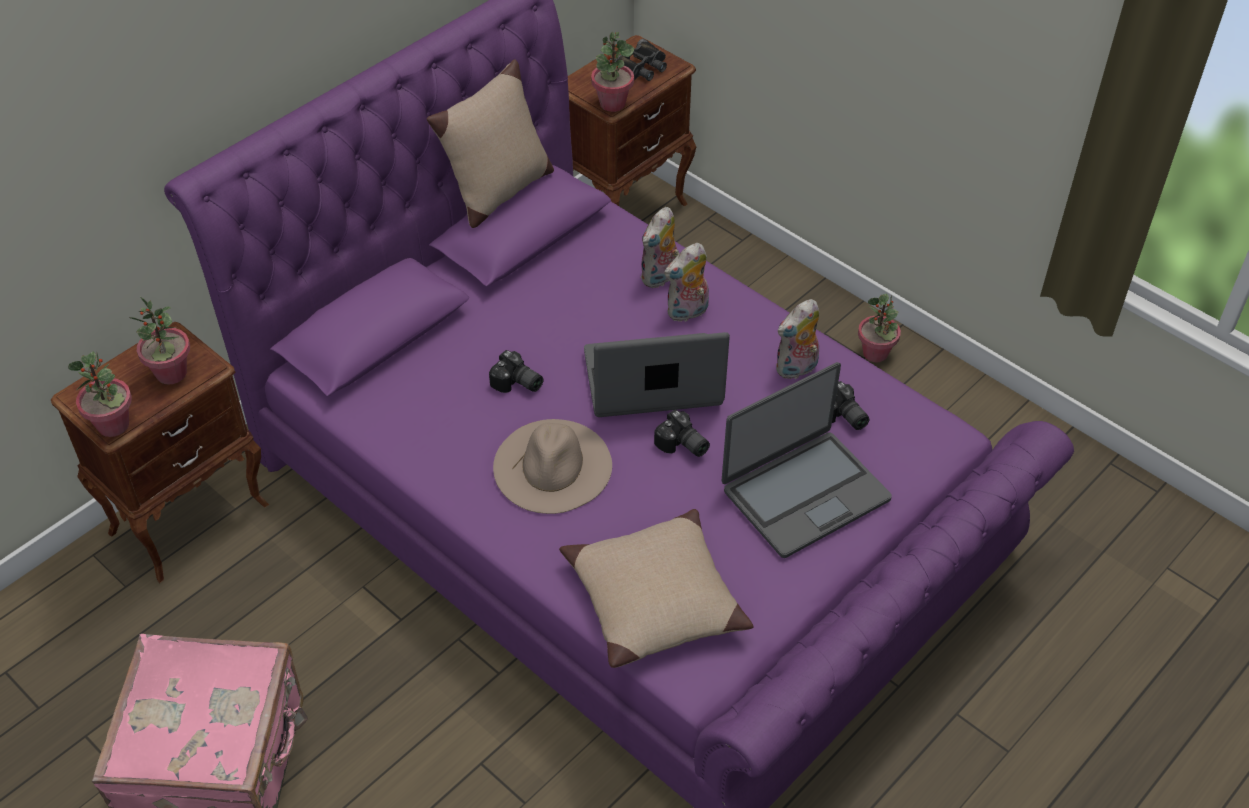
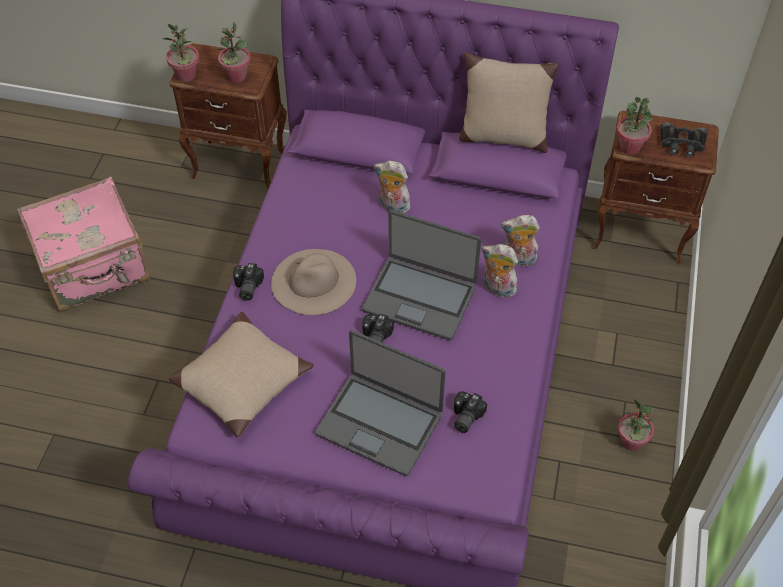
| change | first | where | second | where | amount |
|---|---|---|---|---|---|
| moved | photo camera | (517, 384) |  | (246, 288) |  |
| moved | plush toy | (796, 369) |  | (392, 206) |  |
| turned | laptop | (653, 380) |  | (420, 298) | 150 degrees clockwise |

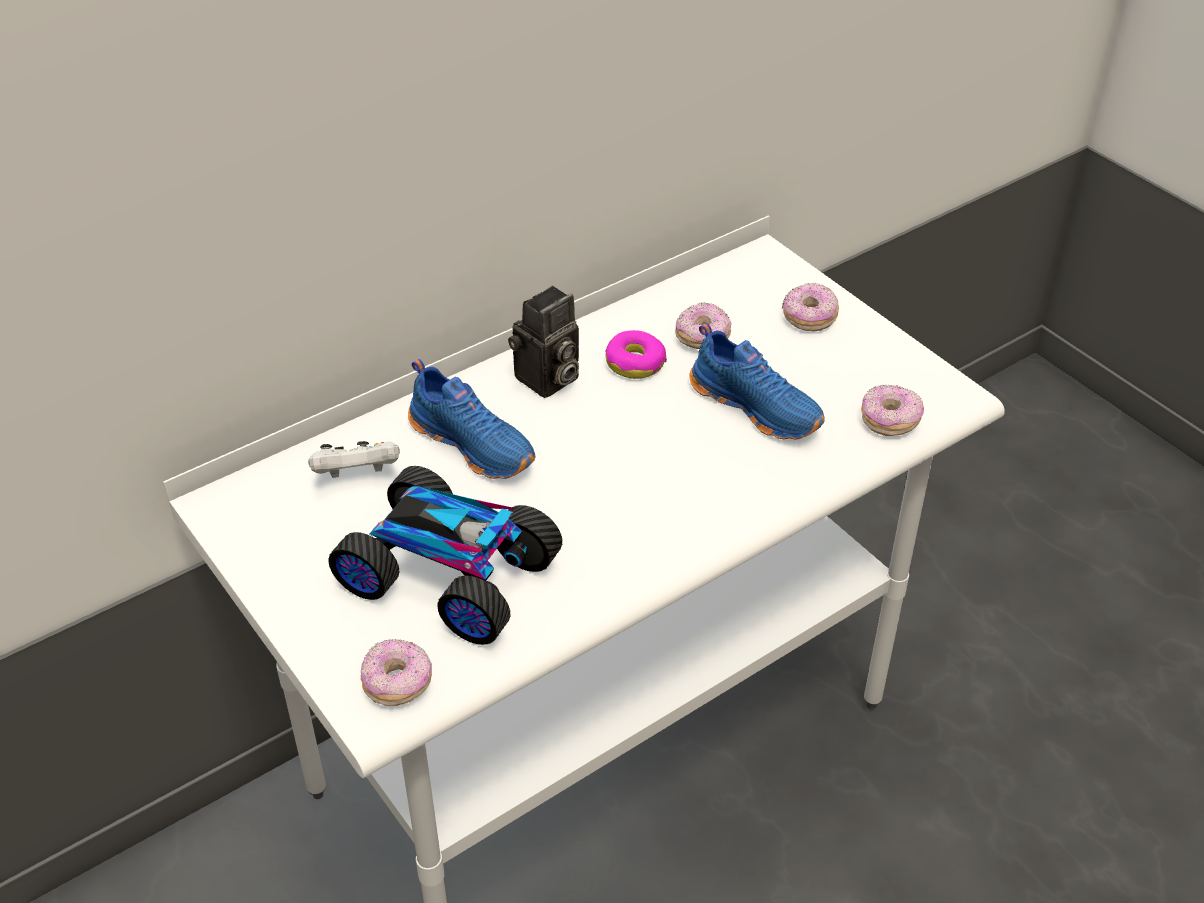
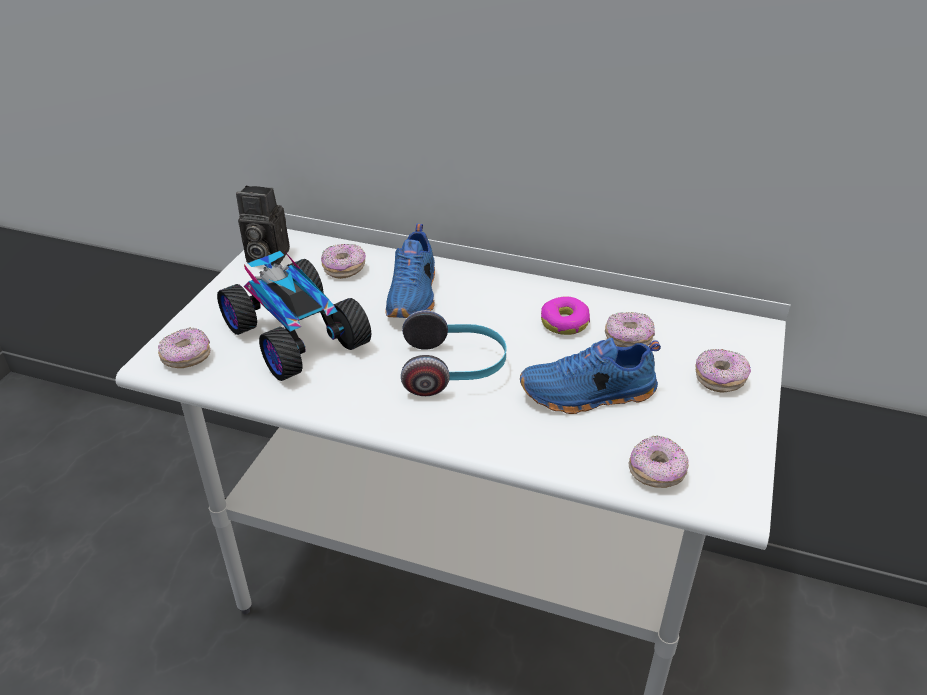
| change | first | where | second | where | amount |
|---|---|---|---|---|---|
| added |  |  | headphones | (454, 370) |  |
| moved | photo camera | (547, 381) |  | (264, 256) |  |
| replaced | white game controller | (357, 475) | donut | (344, 269) |  |
| turned | toy car | (450, 572) |  | (293, 336) | 150 degrees clockwise |
| turned | blue shoe | (757, 406) |  | (588, 395) | 75 degrees clockwise |

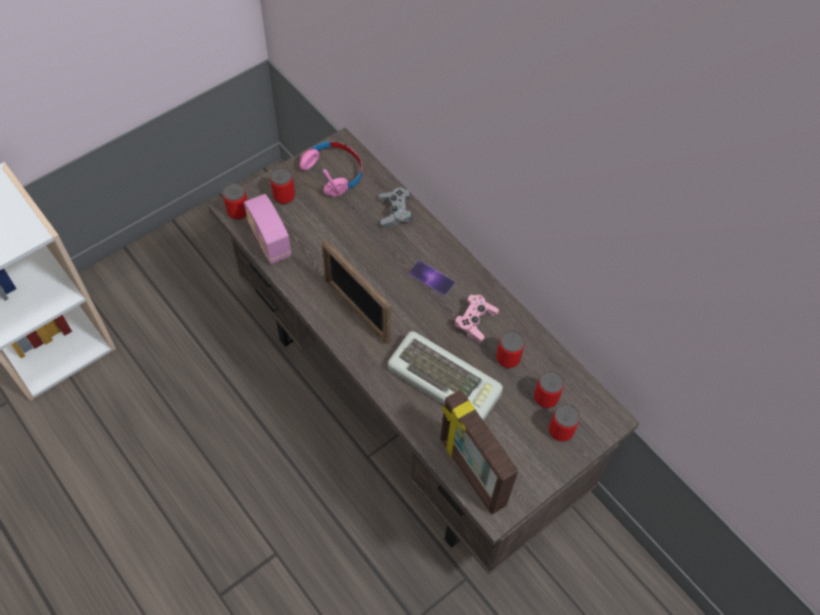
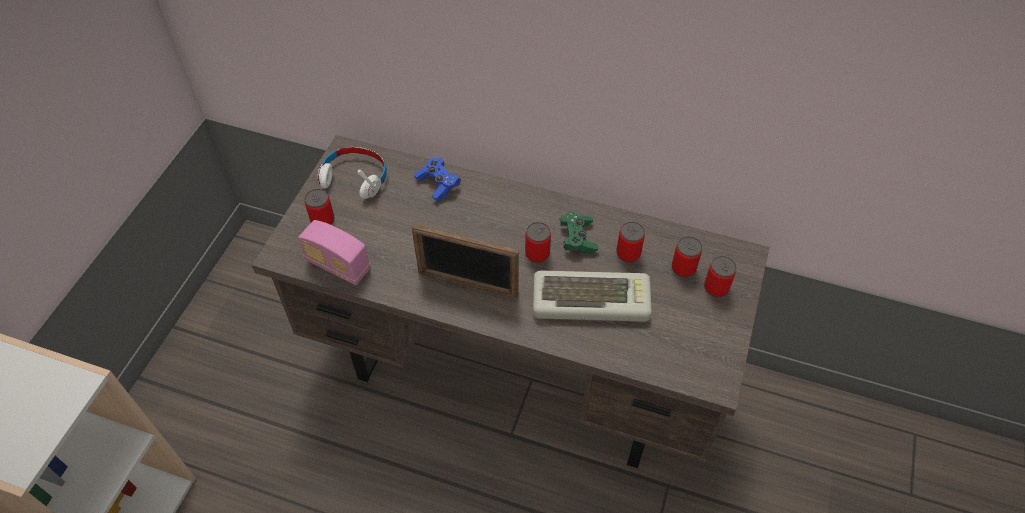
| change | first | where | second | where | amount |
|---|---|---|---|---|---|
| removed | phone | (431, 278) |  |  |  |
| removed | picture frame | (471, 472) |  |  |  |
| moved | can | (238, 212) |  | (537, 254) |  |
| recoloured | pink headphones | (333, 173) | white headphones | (355, 178) |  |
| recoloured | grey game controller | (395, 213) | blue game controller | (438, 184) |  |
| recoloured | pink game controller | (475, 322) | green game controller | (577, 238) |  |

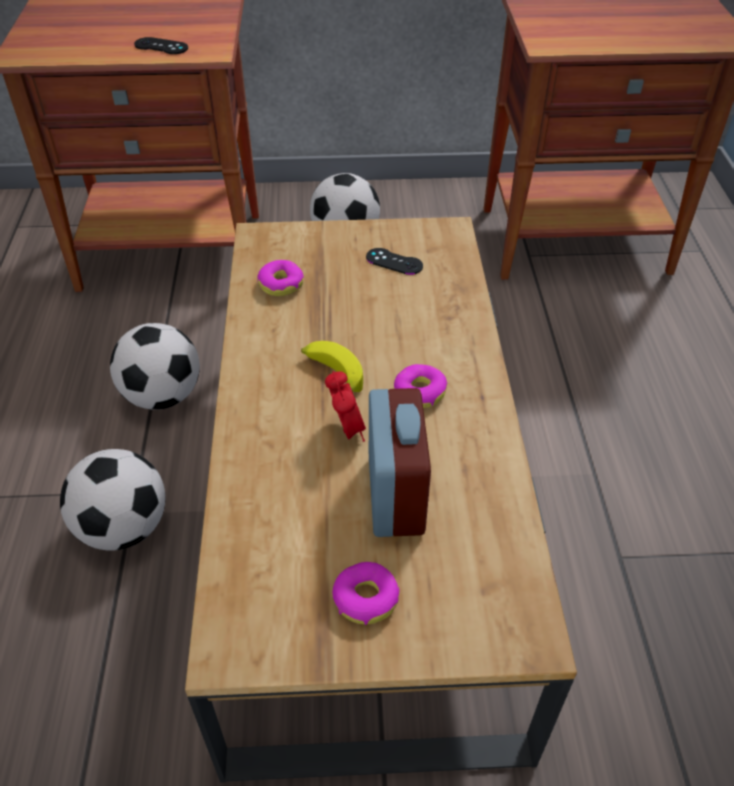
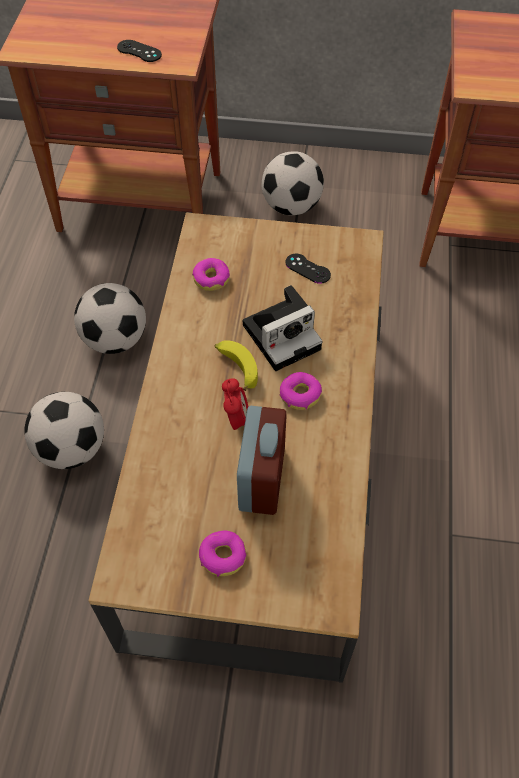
| change | first | where | second | where | amount |
|---|---|---|---|---|---|
| added |  |  | photo camera | (283, 335) |  |

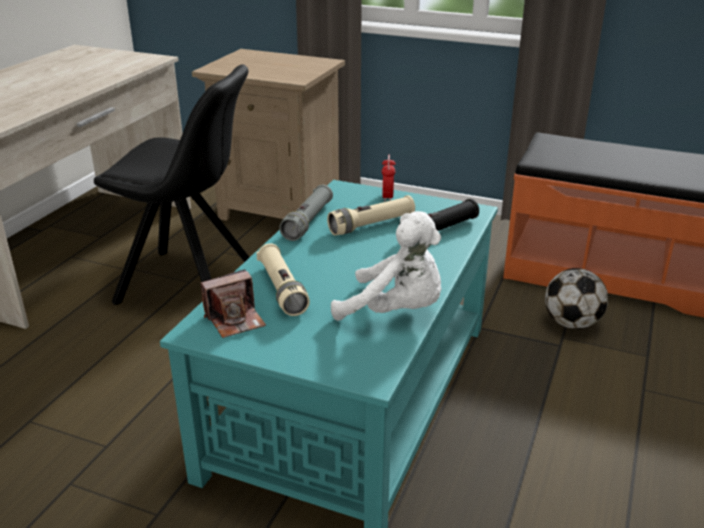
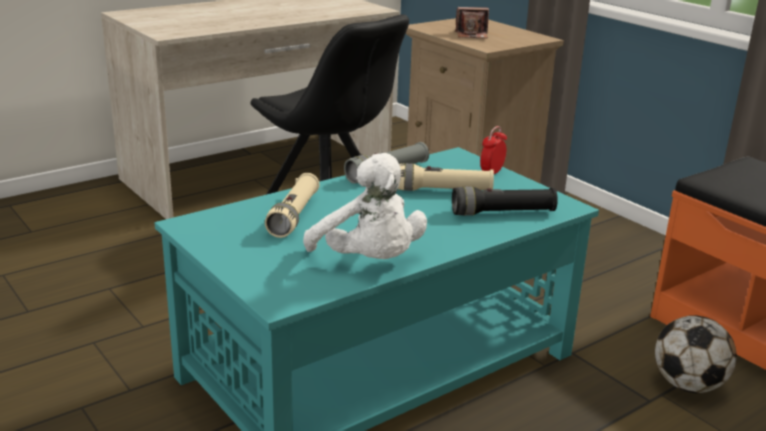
| change | first | where | second | where | amount |
|---|---|---|---|---|---|
| moved | photo camera | (235, 320) |  | (472, 35) |  |

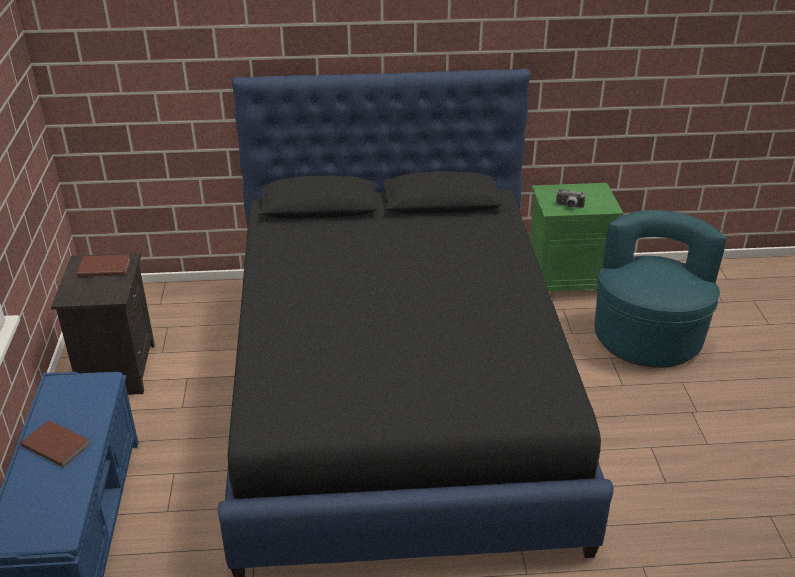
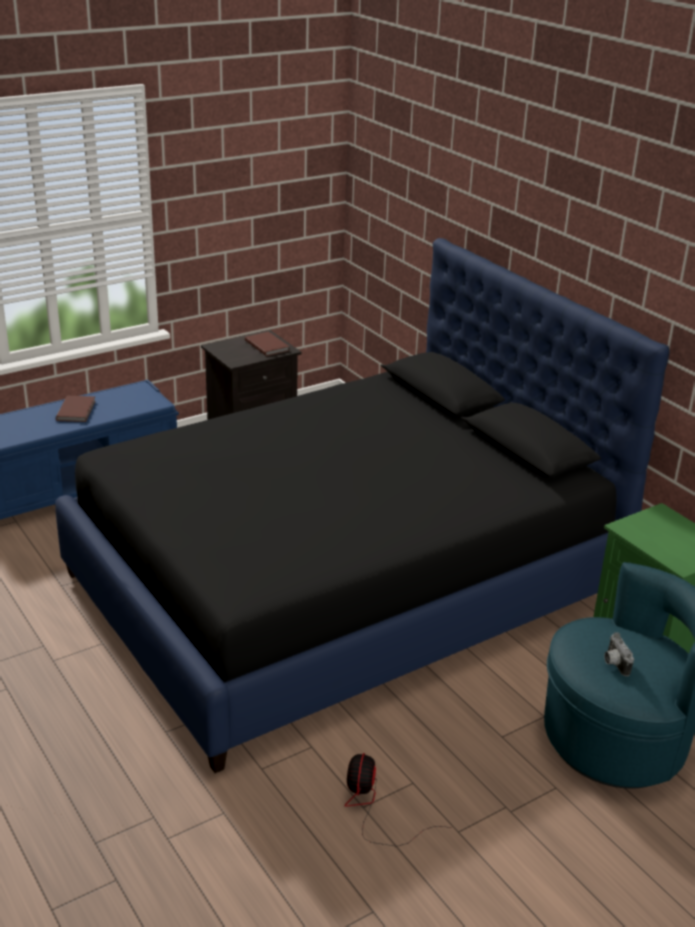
| change | first | where | second | where | amount |
|---|---|---|---|---|---|
| added |  |  | fan | (373, 808) |  |
| moved | photo camera | (569, 206) |  | (614, 663) |  |

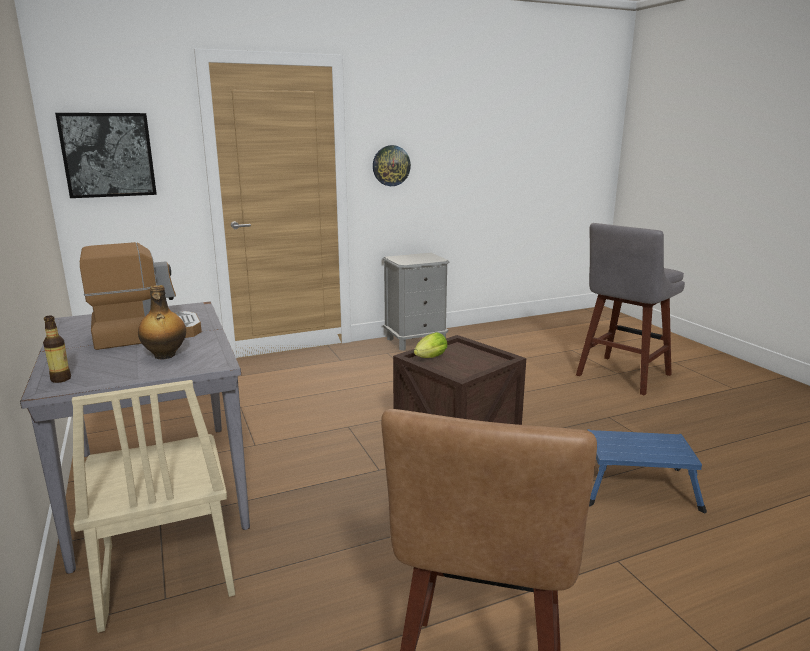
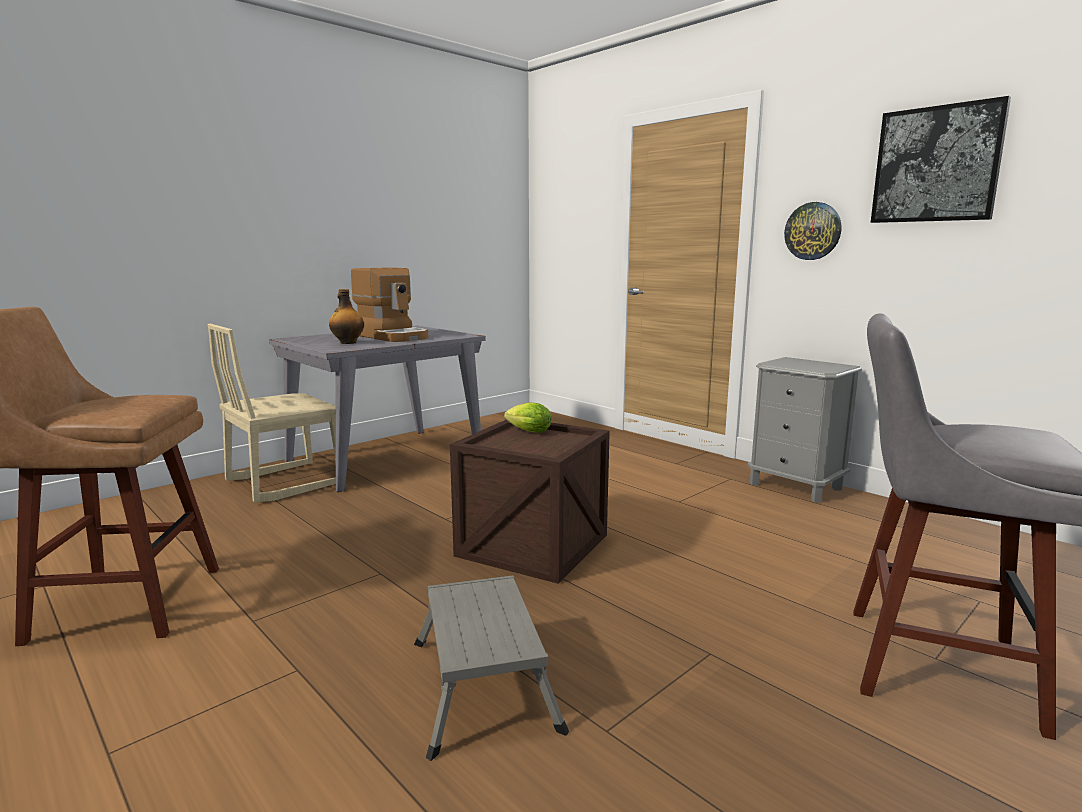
| change | first | where | second | where | amount |
|---|---|---|---|---|---|
| removed | bottle | (61, 379) |  |  |  |
| moved | picture | (108, 155) |  | (936, 164) |  |
| recoloured | blue step ladder | (635, 486) | grey step ladder | (483, 683) |  |

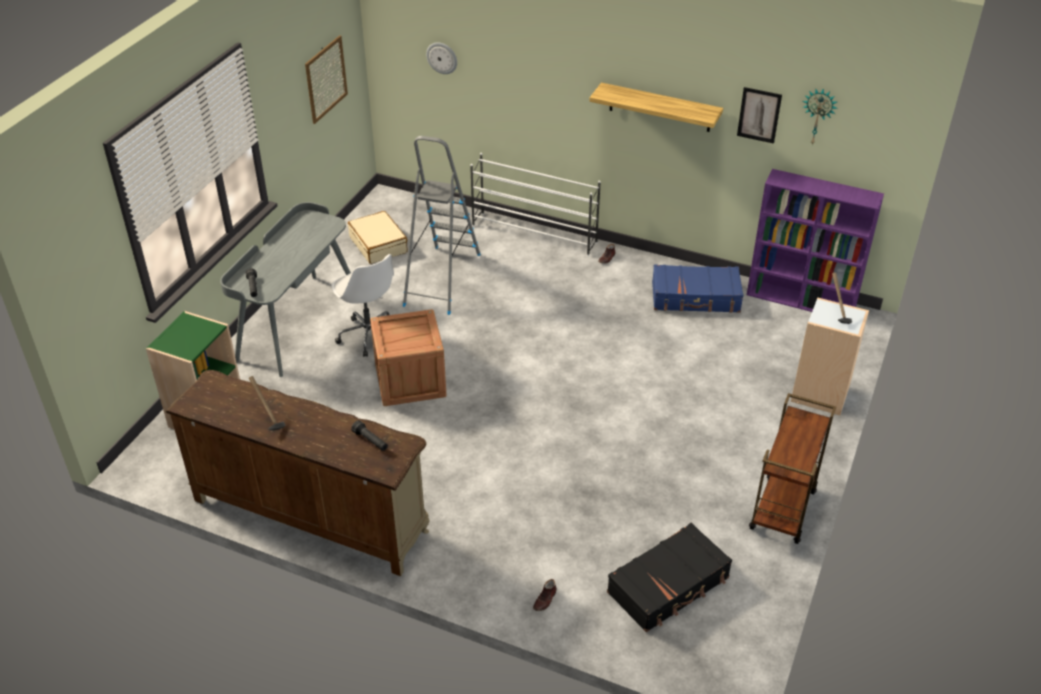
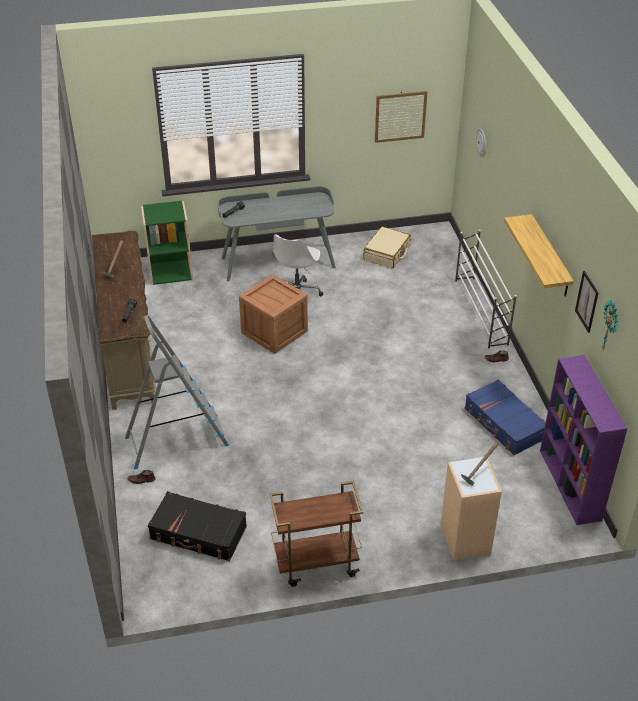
| change | first | where | second | where | amount |
|---|---|---|---|---|---|
| moved | grey step ladder | (442, 279) |  | (177, 441) |  |

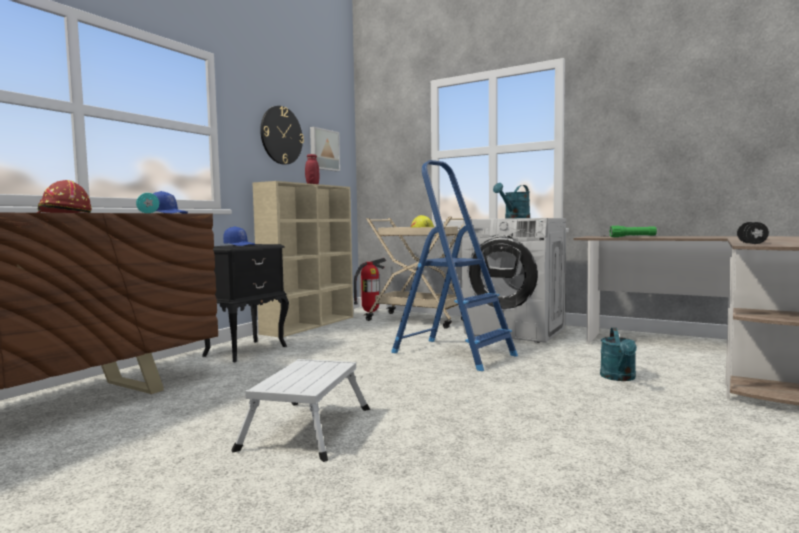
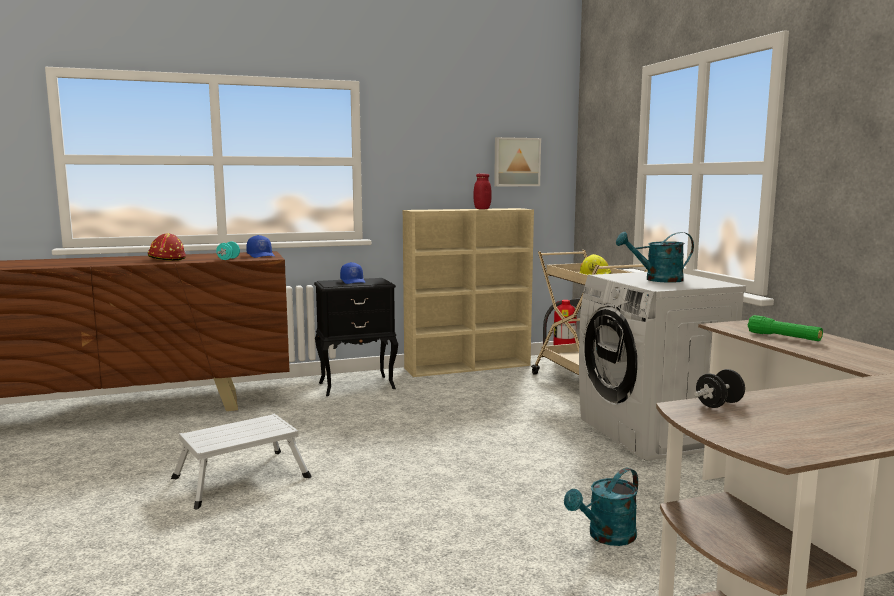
| change | first | where | second | where | amount |
|---|---|---|---|---|---|
| removed | wall clock | (281, 135) |  |  |  |
| removed | blue step ladder | (454, 354) |  |  |  |

